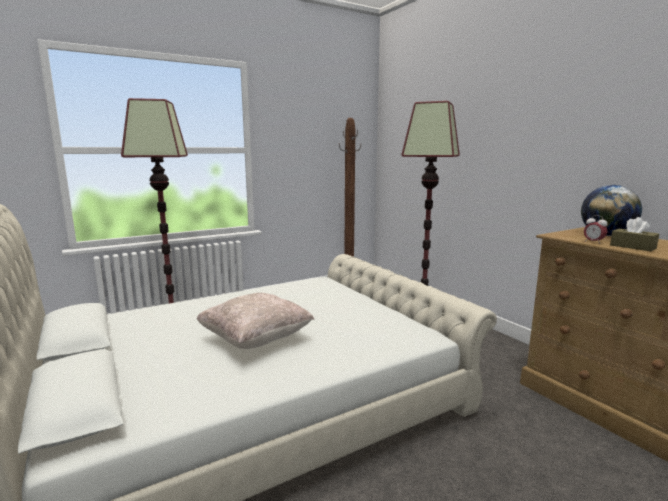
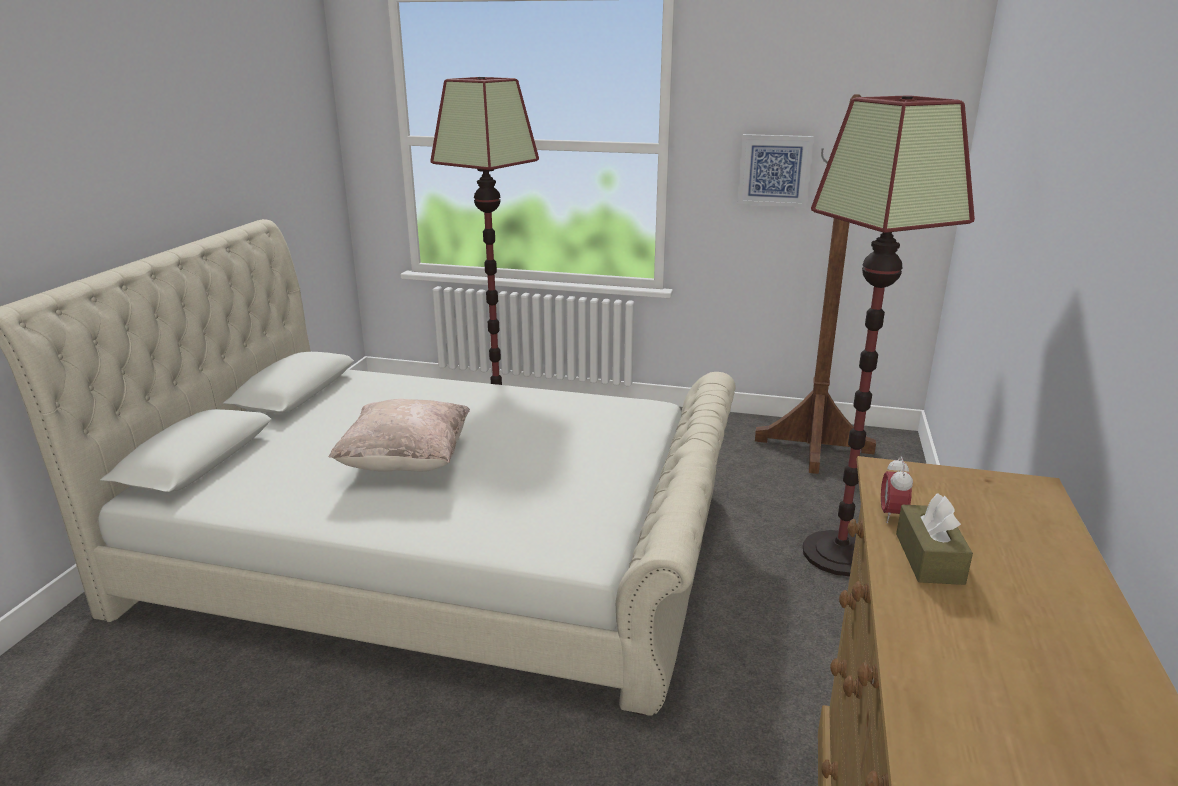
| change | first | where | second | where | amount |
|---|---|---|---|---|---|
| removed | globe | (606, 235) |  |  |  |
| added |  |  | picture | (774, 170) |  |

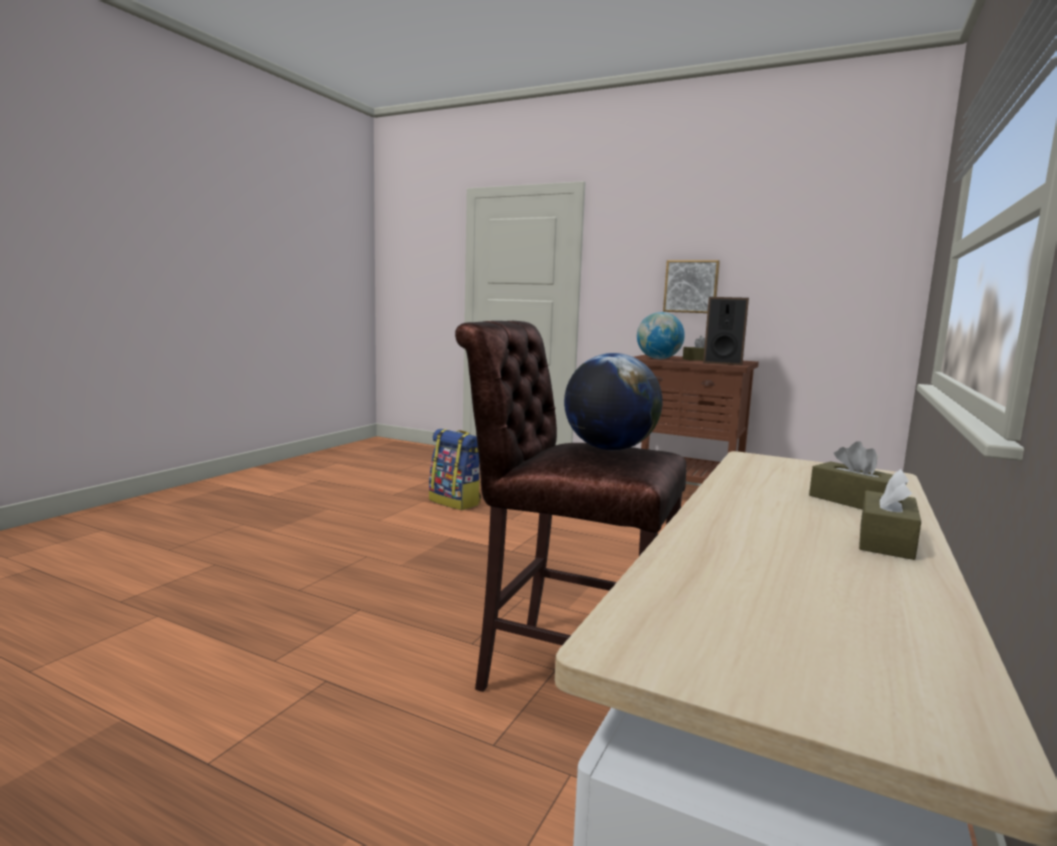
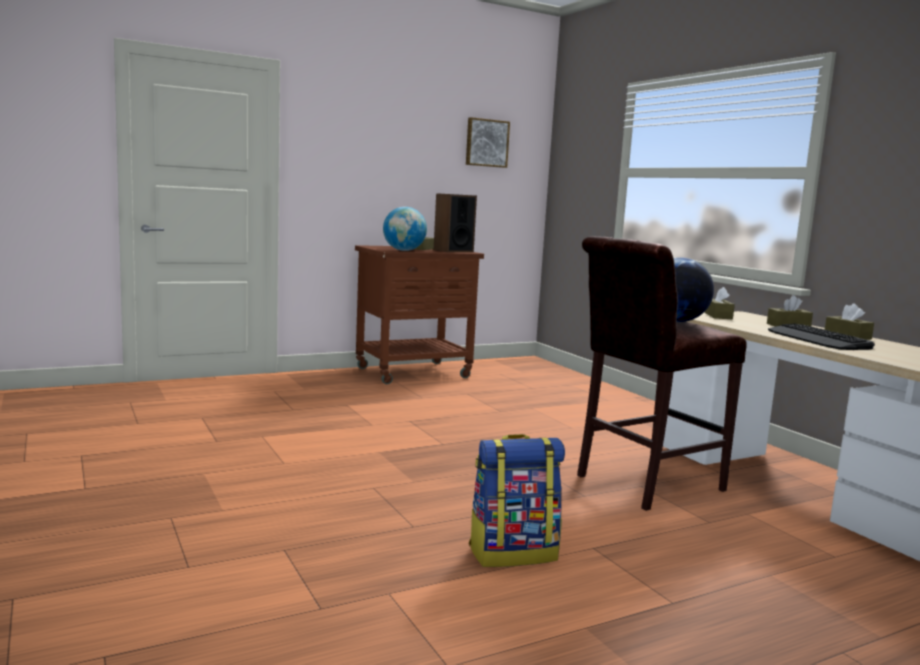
| change | first | where | second | where | amount |
|---|---|---|---|---|---|
| added |  |  | brown tissue box | (718, 316) |  |
| added |  |  | keyboard | (818, 339) |  |
| moved | backpack | (455, 502) |  | (513, 553) |  |
| moved | picture | (691, 286) |  | (486, 143) |  |

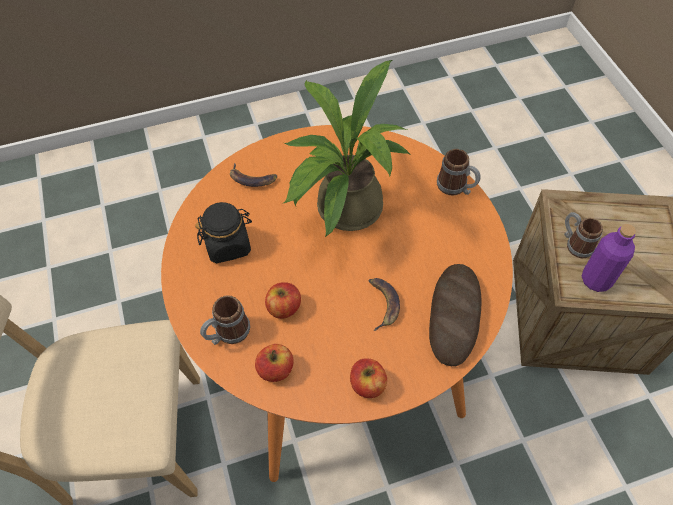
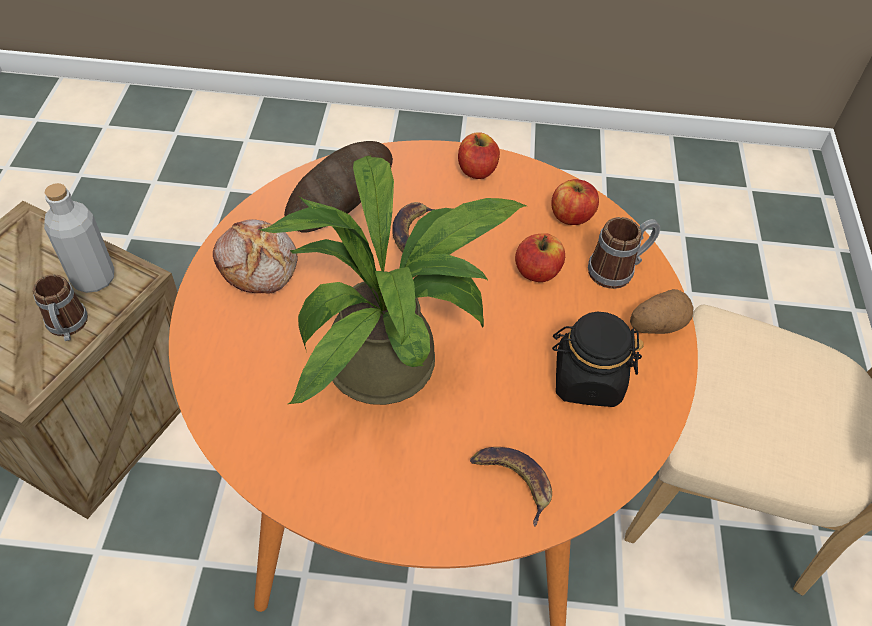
| change | first | where | second | where | amount |
|---|---|---|---|---|---|
| removed | mug | (456, 187) |  |  |  |
| added |  |  | bread | (258, 264) |  |
| added |  |  | potato | (656, 325) |  |
| recoloured | purple bottle | (596, 280) | grey bottle | (93, 278) |  |

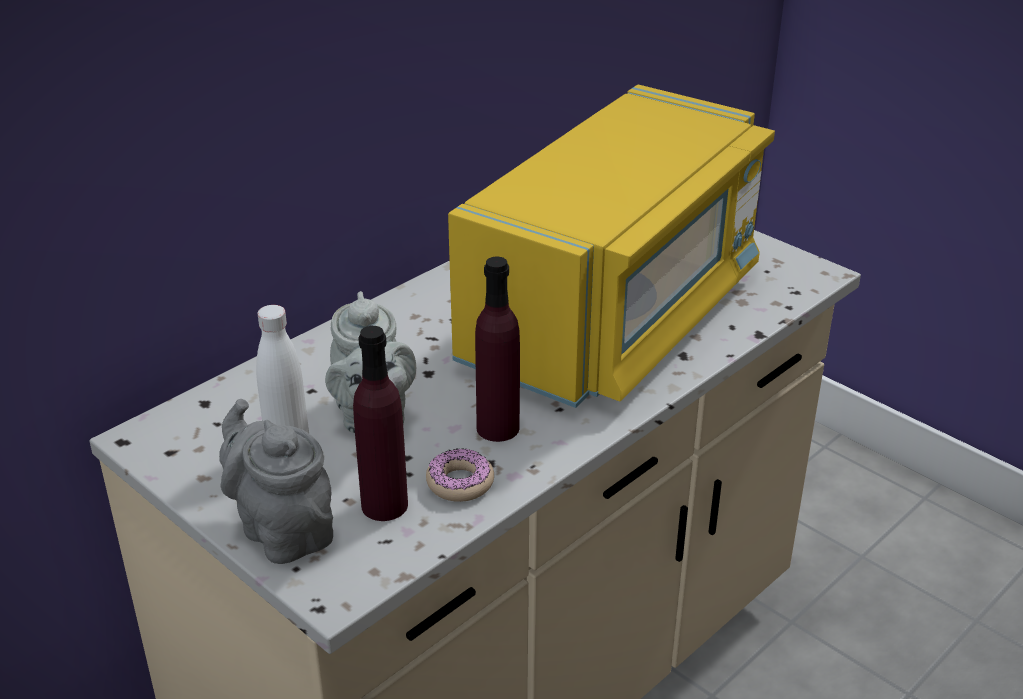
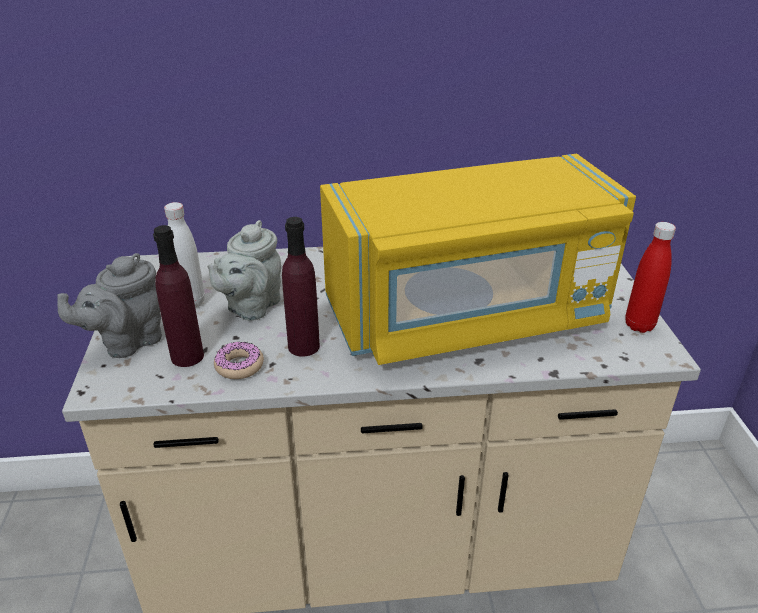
| change | first | where | second | where | amount |
|---|---|---|---|---|---|
| added |  |  | red bottle | (639, 325) |  |
| turned | grey teapot | (283, 530) |  | (127, 342) | 135 degrees counterclockwise |

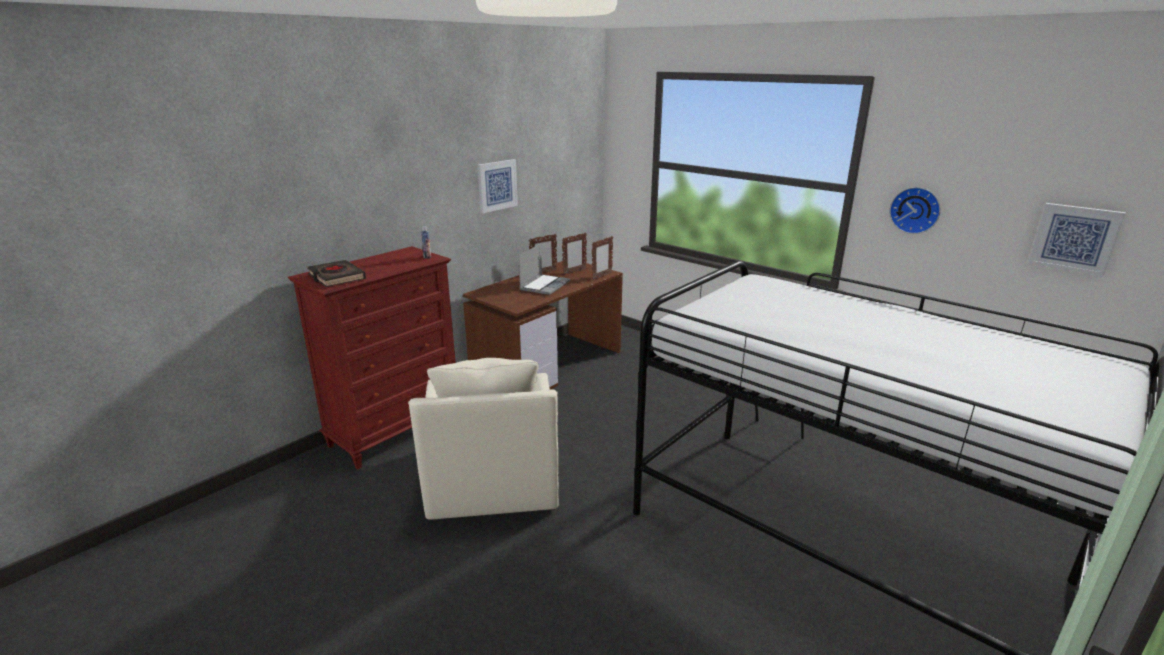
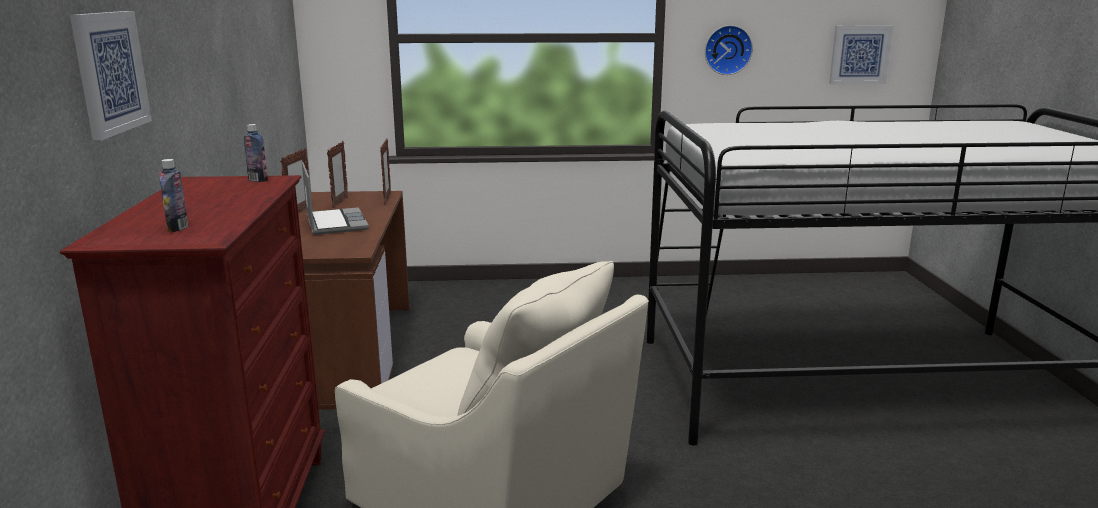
| change | first | where | second | where | amount |
|---|---|---|---|---|---|
| moved | picture | (497, 185) |  | (109, 72) |  |
| replaced | black book | (336, 277) | bottle | (178, 228) |  |

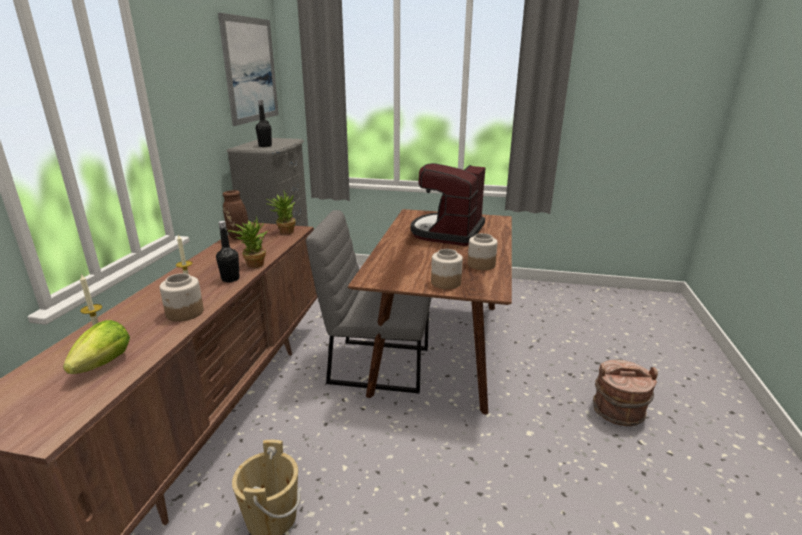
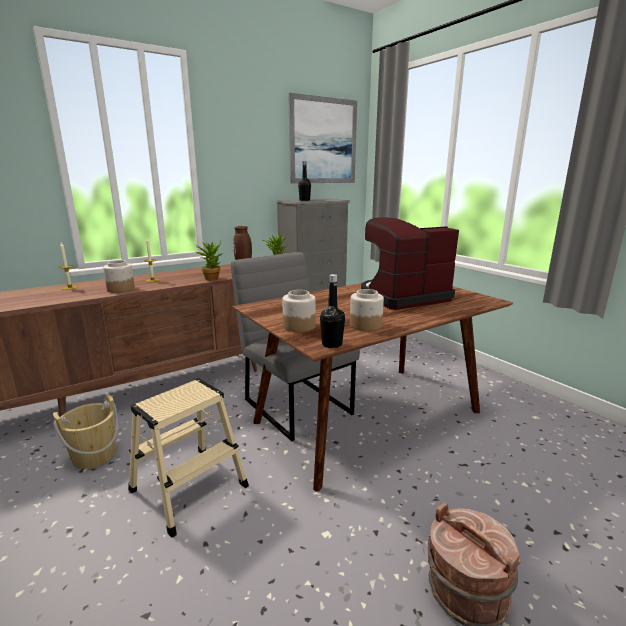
| change | first | where | second | where | amount |
|---|---|---|---|---|---|
| removed | lettuce | (104, 364) |  |  |  |
| added |  |  | beige step ladder | (189, 487) |  |
| moved | black bottle | (230, 279) |  | (332, 344) |  |

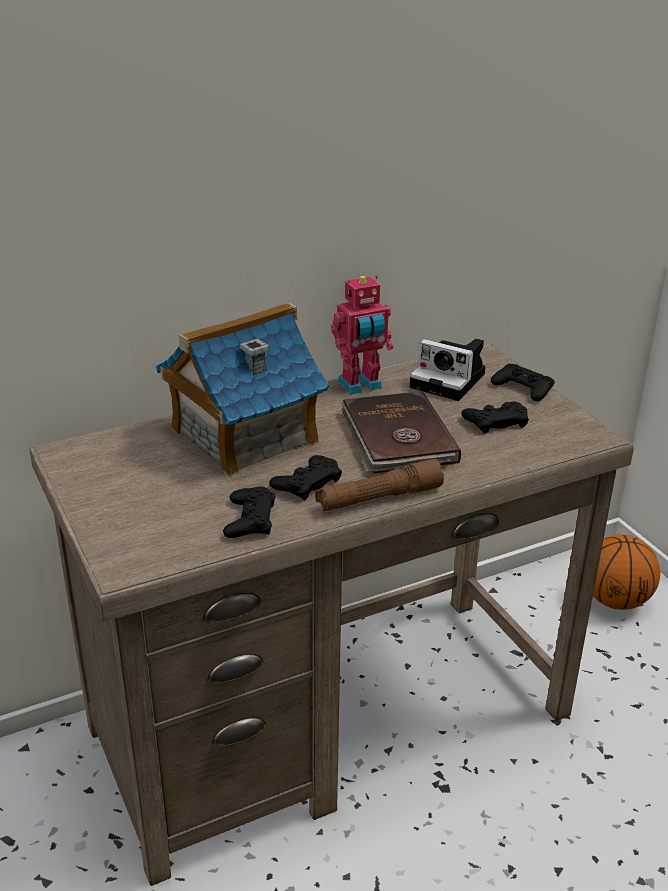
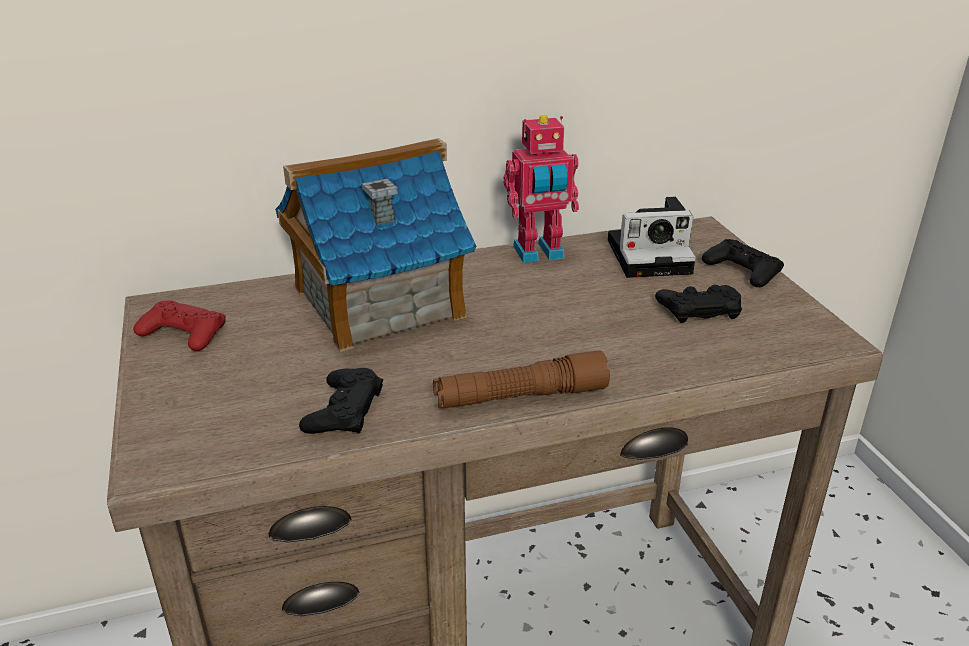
| change | first | where | second | where | amount |
|---|---|---|---|---|---|
| removed | black game controller | (307, 483) |  |  |  |
| removed | brown book | (396, 438) |  |  |  |
| removed | basketball | (615, 601) |  |  |  |
| added |  |  | red game controller | (183, 333) |  |
| turned | photo camera | (451, 381) |  | (652, 255) | 45 degrees counterclockwise |

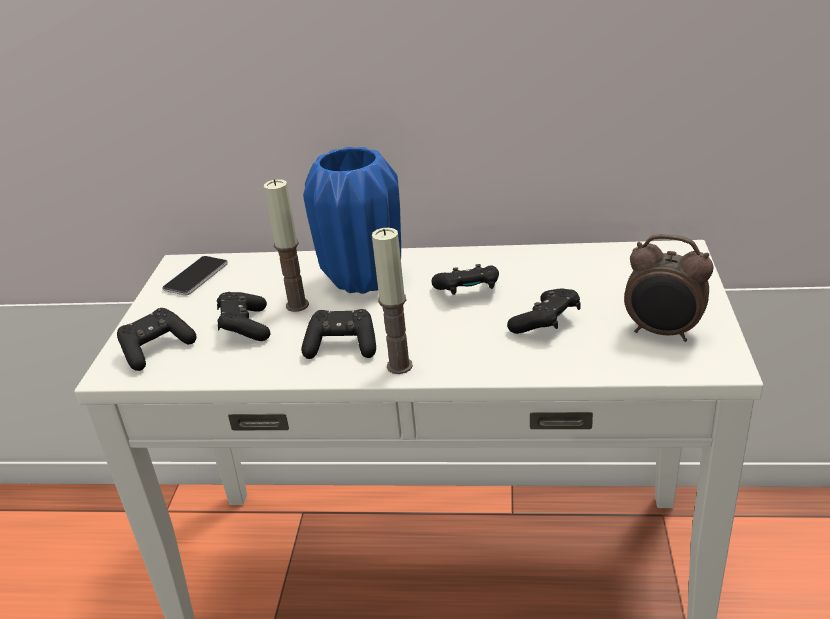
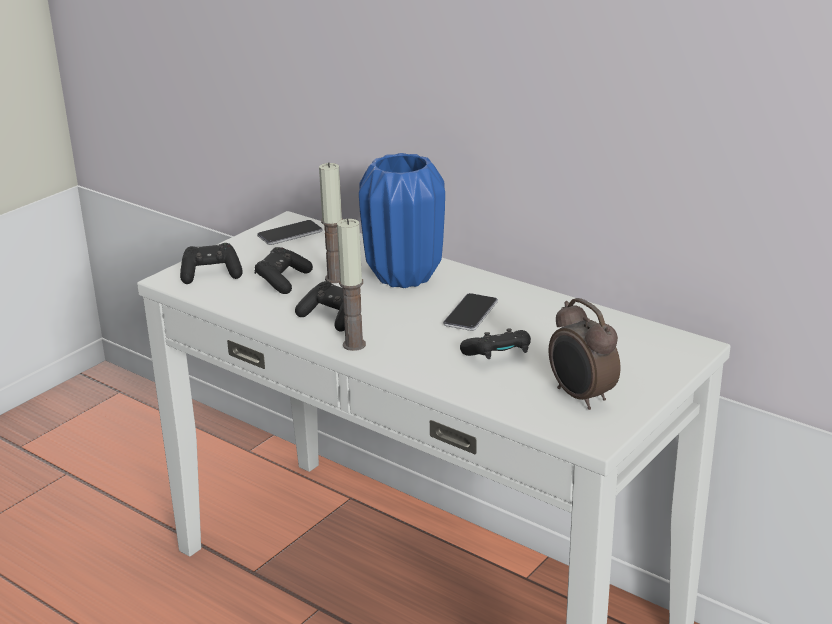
| change | first | where | second | where | amount |
|---|---|---|---|---|---|
| replaced | black game controller | (468, 292) | phone | (470, 313) |  |

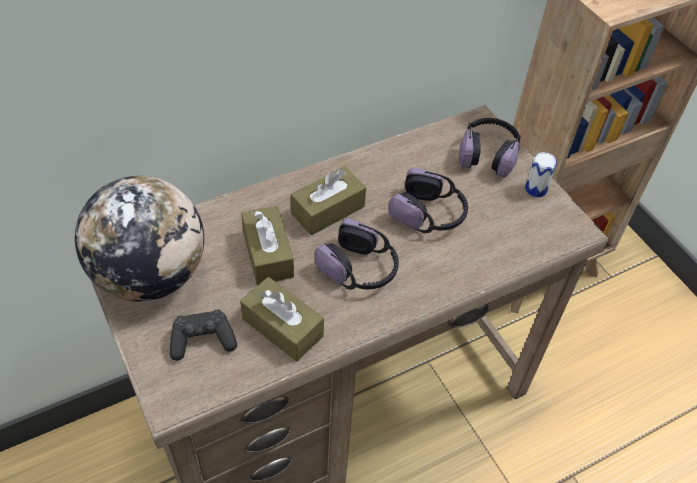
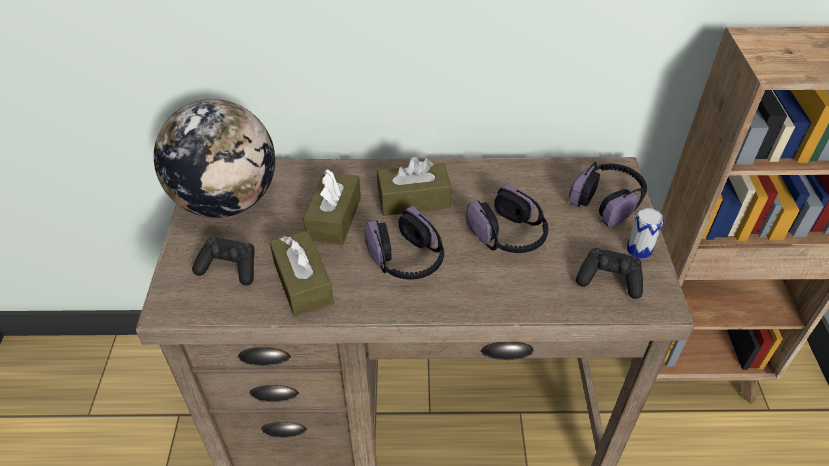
| change | first | where | second | where | amount |
|---|---|---|---|---|---|
| added |  |  | black game controller | (609, 280) |  |

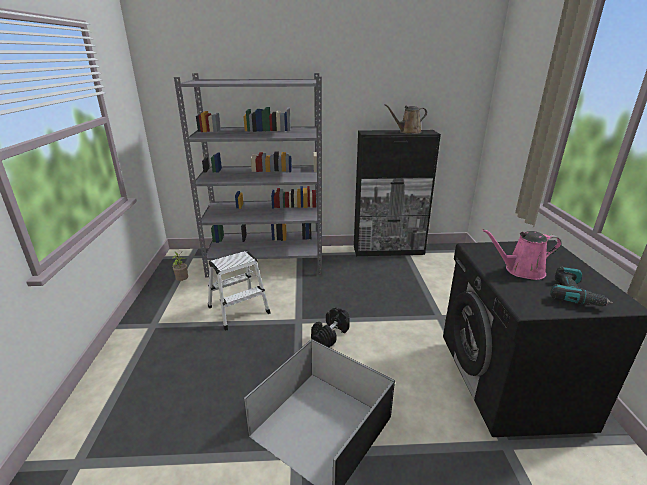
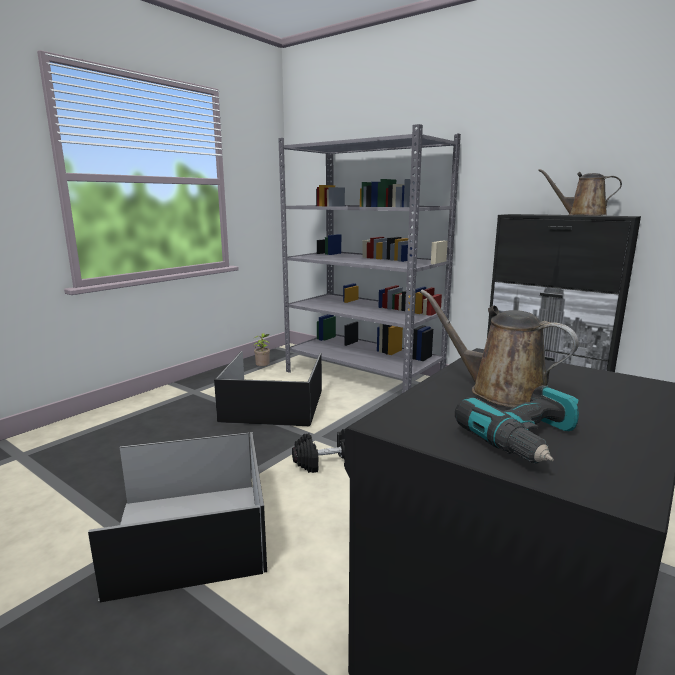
| change | first | where | second | where | amount |
|---|---|---|---|---|---|
| replaced | white step ladder | (239, 309) | black storage box | (275, 405) |  |
| recoloured | pink watering can | (521, 271) | brown watering can | (500, 391) |  |

